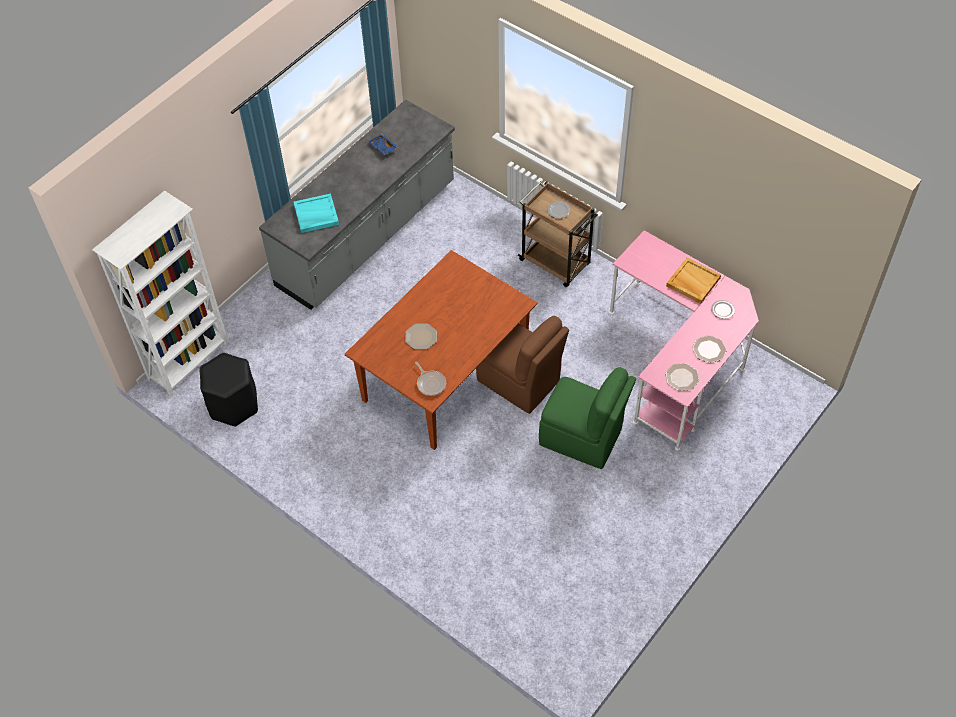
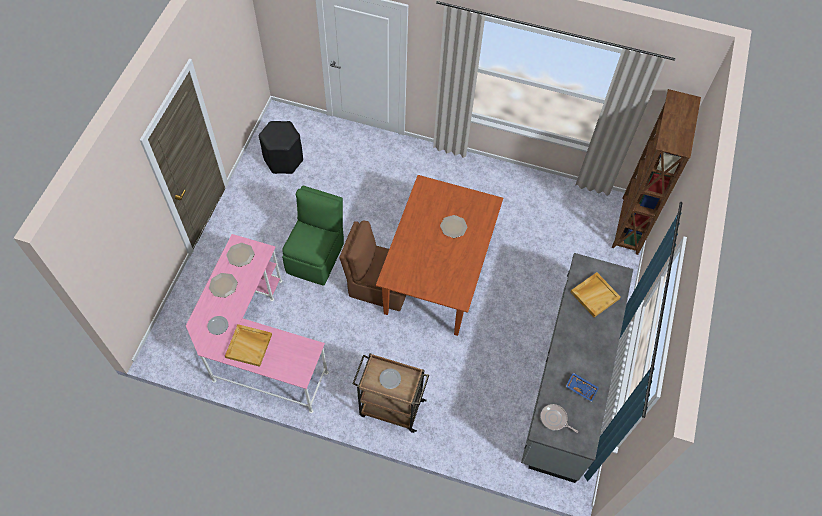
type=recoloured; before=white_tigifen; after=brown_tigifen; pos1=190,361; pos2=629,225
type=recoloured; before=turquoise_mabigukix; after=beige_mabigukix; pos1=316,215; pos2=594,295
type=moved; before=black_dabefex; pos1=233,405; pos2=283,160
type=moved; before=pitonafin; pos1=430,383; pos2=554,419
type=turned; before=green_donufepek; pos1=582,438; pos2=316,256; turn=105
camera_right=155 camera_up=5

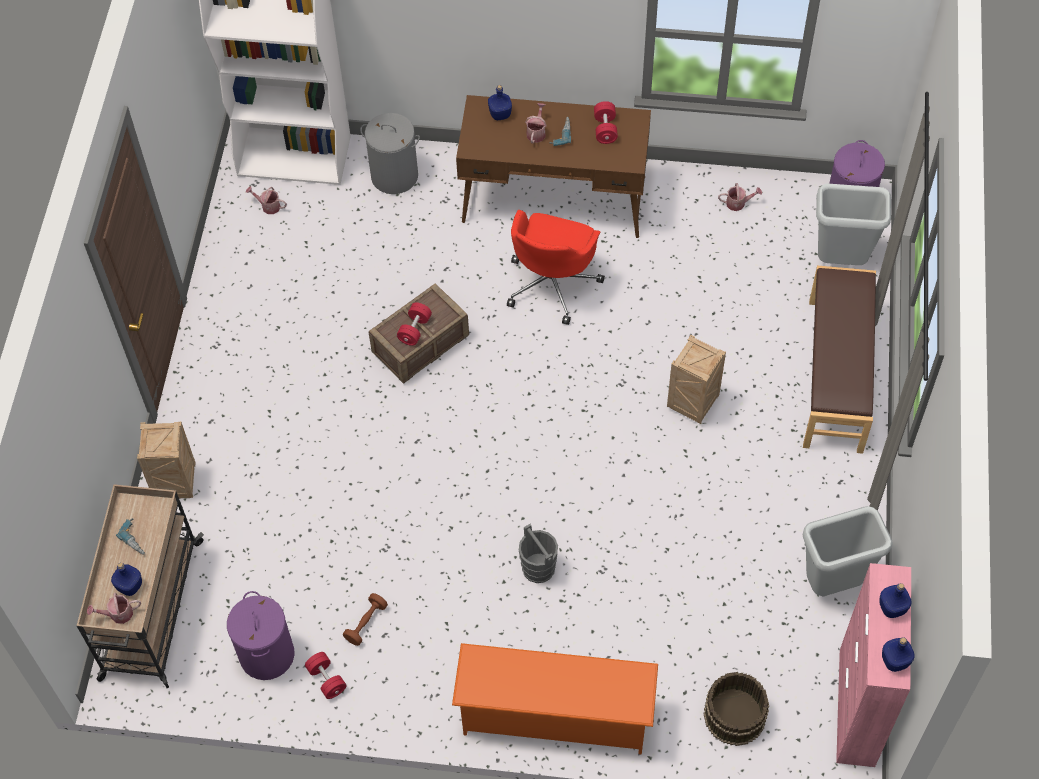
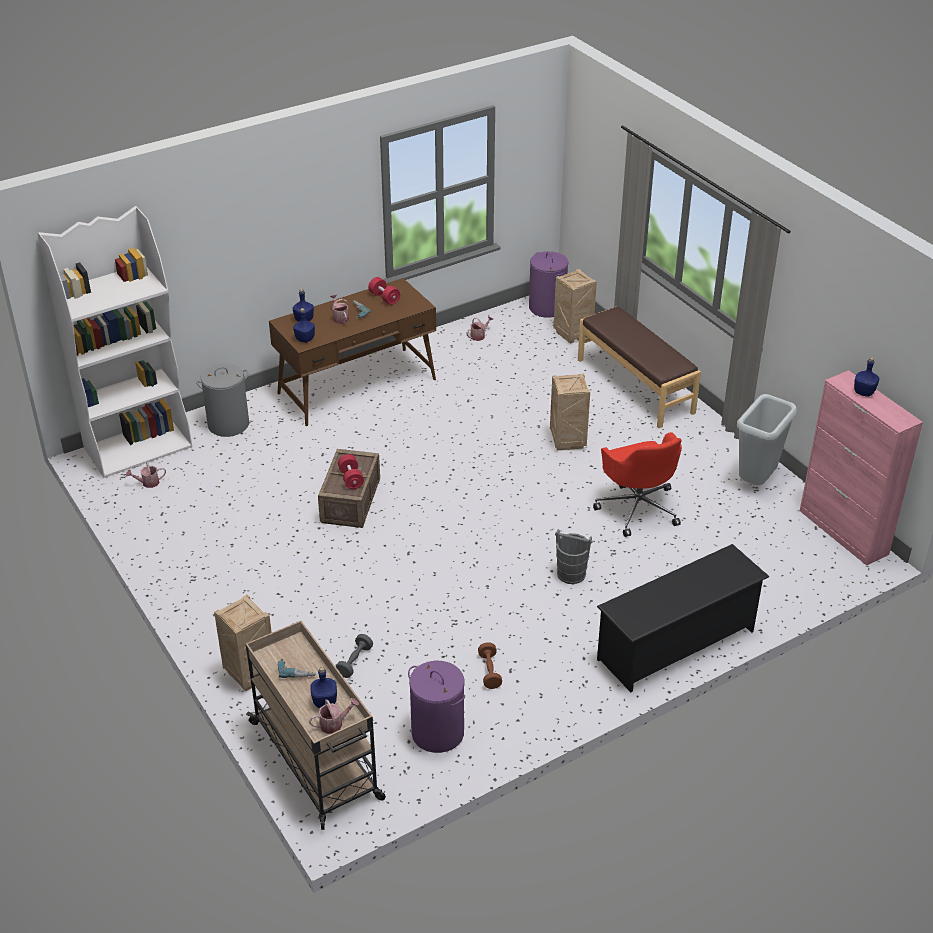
type=replaced; before=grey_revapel; after=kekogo; pos1=841,260; pos2=573,333
type=moved; before=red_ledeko; pos1=552,283; pos2=638,507
type=turned; before=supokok; pos1=118,614; pos2=334,724; turn=-150
type=moved; before=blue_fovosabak; pos1=894,660; pos2=304,339
type=recoloured; before=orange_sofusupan; after=black_sofusupan; pos1=555,716; pos2=676,645
type=removed; before=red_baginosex; pos1=326,679
type=removed; before=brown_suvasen; pos1=733,715
type=added; after=grey_baginosex; pos2=354,662
camera_right=-40 camera_up=-20

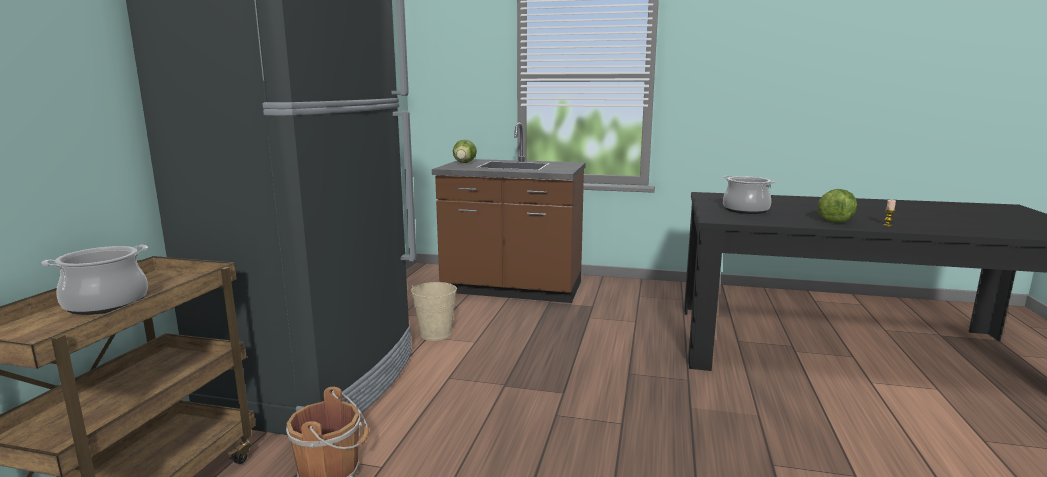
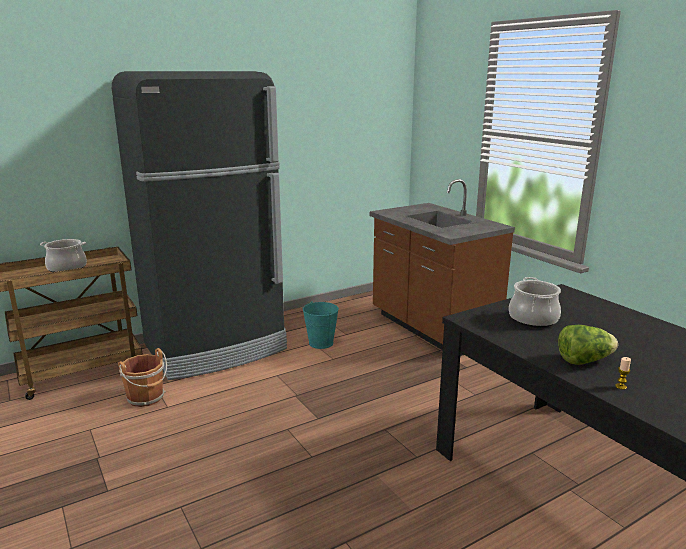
type=removed; before=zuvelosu; pos1=464,163
type=recoloured; before=beige_suvasen; after=turquoise_suvasen; pos1=435,334; pos2=321,343
camera_right=45 camera_up=5

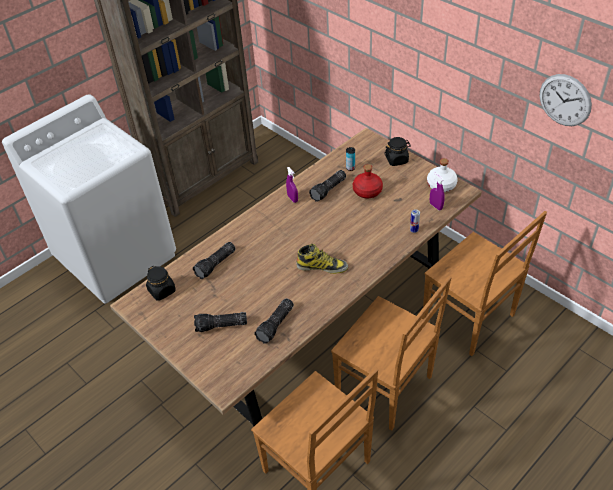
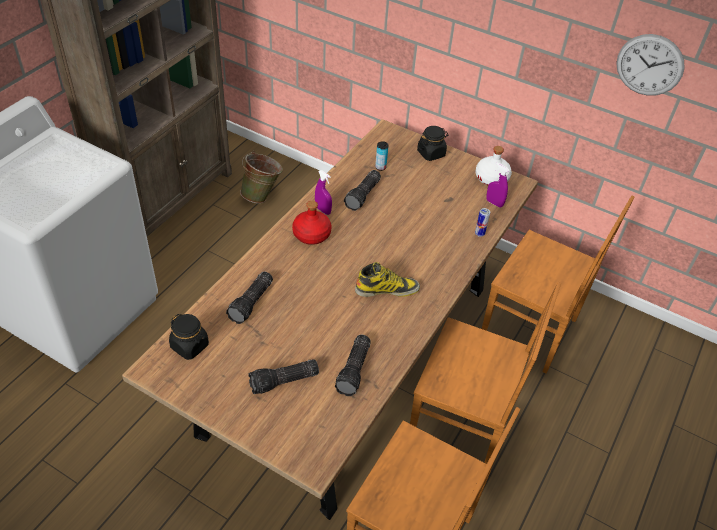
type=moved; before=red_fovosabak; pos1=367,191; pos2=312,235
type=added; after=green_suvasen; pos2=262,196
camera_right=-20 camera_up=0

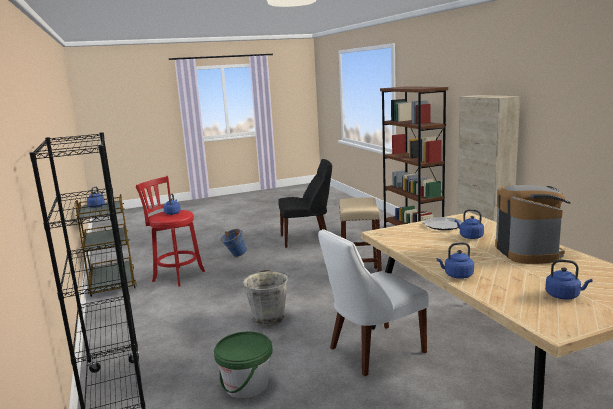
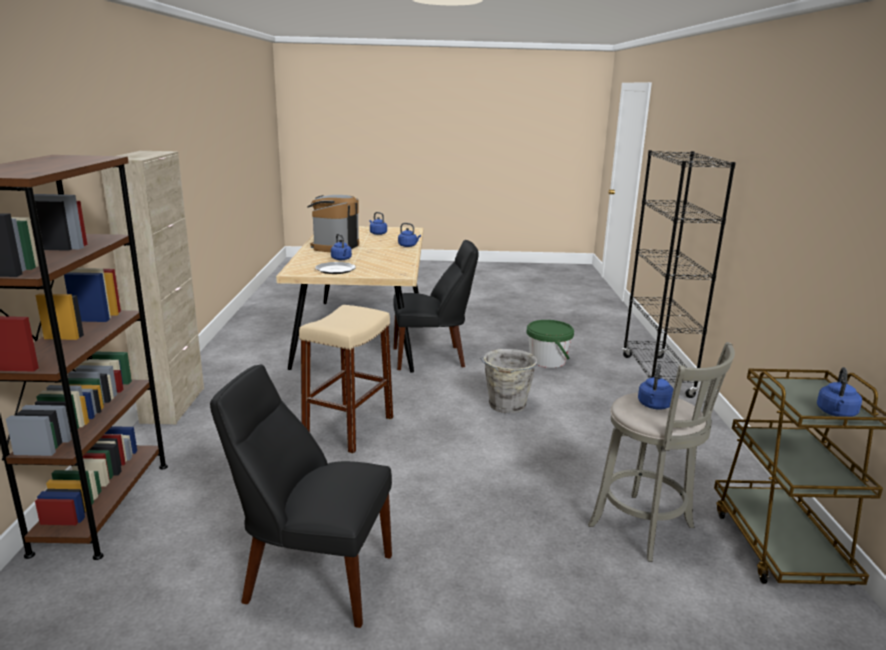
type=recoloured; before=red_dabefex; after=grey_dabefex; pos1=176,276; pos2=646,529
type=removed; before=blue_suvasen; pos1=234,256
type=recoloured; before=white_donufepek; after=black_donufepek; pos1=373,351; pos2=432,358
camera_right=-160 camera_up=5

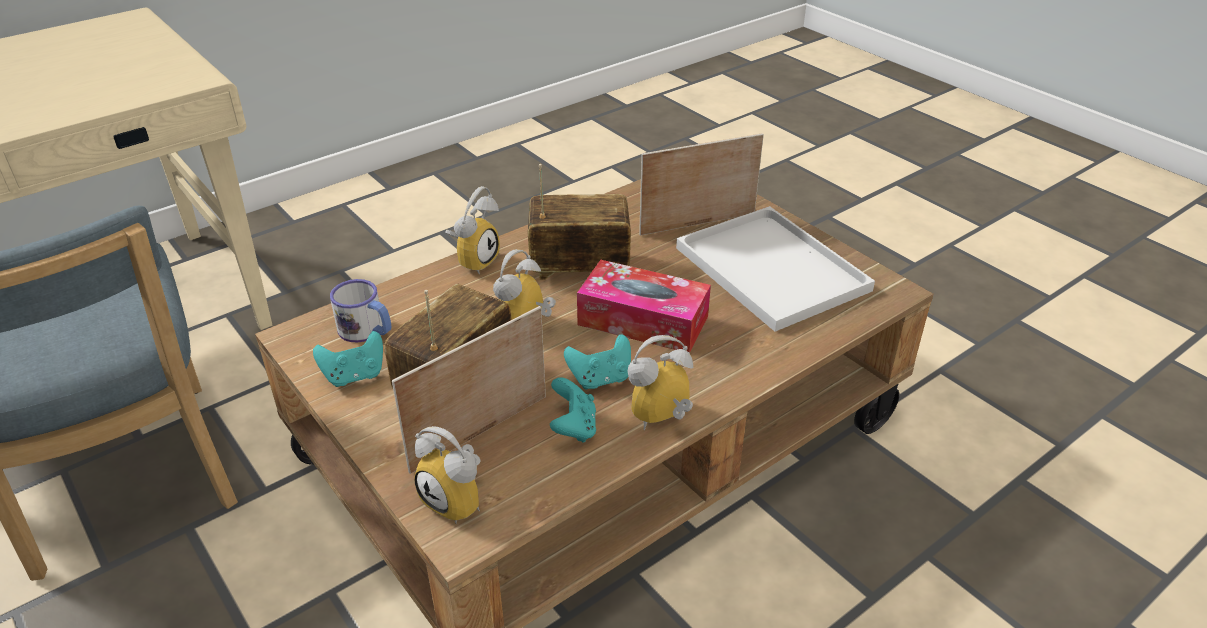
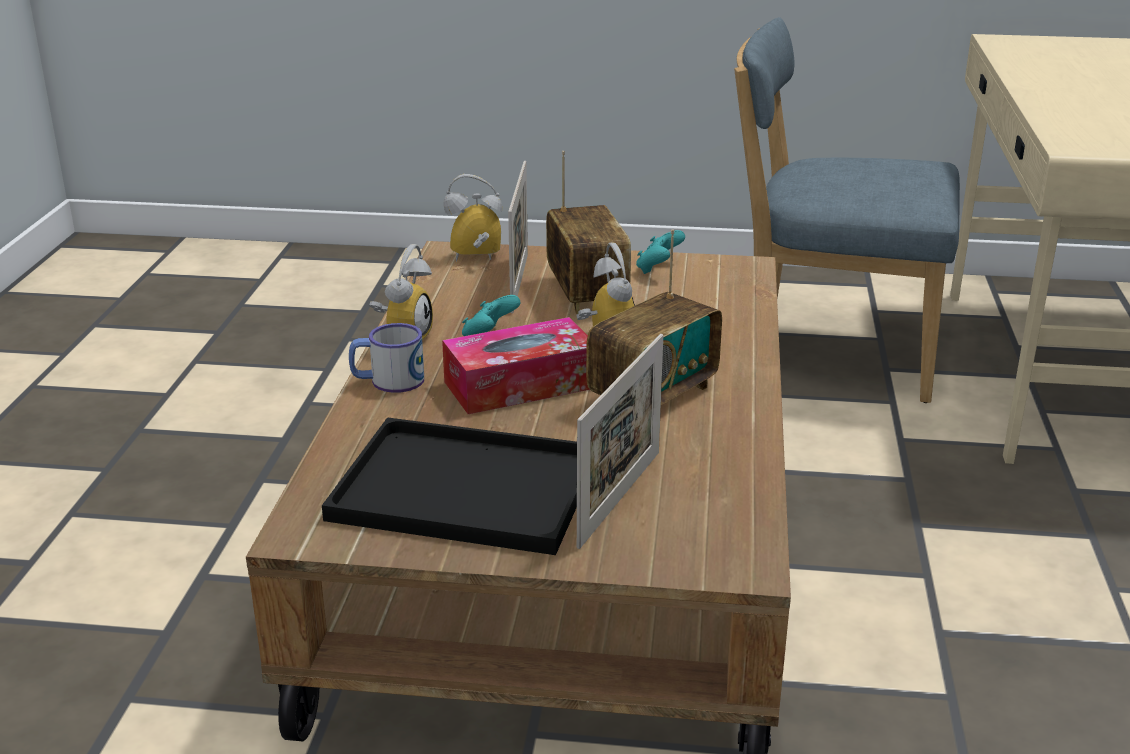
type=removed; before=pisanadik; pos1=474,260
type=recoloured; before=white_mabigukix; after=black_mabigukix; pos1=767,267; pos2=471,488
type=moved; before=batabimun; pos1=367,331; pos2=387,381
type=removed; before=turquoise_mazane; pos1=573,427
camera_right=135 camera_up=-10

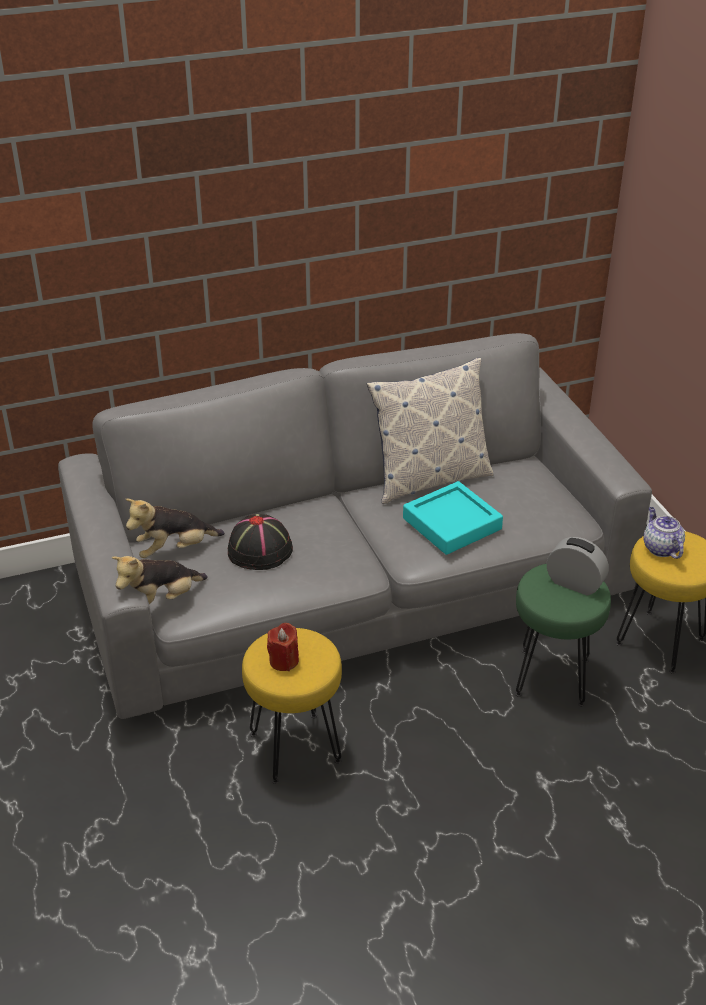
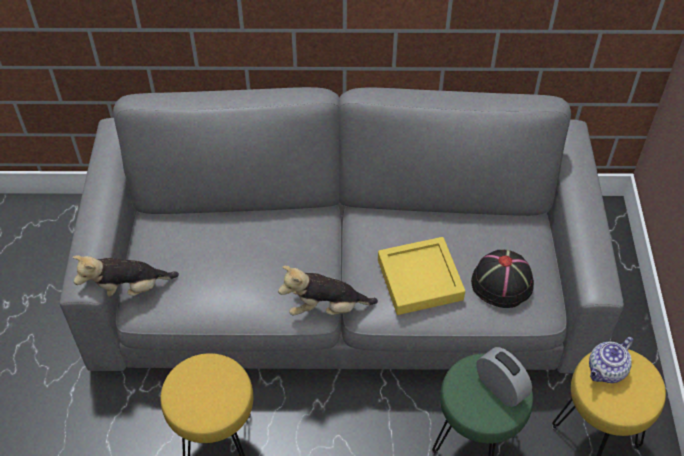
type=removed; before=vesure; pos1=429,479
type=recoloured; before=turquoise_mabigukix; after=yellow_mabigukix; pos1=452,524; pos2=420,280
type=moved; before=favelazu; pos1=174,549; pos2=326,308
type=turned; before=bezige; pos1=660,548; pos2=606,371; turn=-135
type=moved; before=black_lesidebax; pos1=260,550; pos2=502,282
type=removed; before=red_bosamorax; pos1=284,661
camera_right=20 camera_up=15

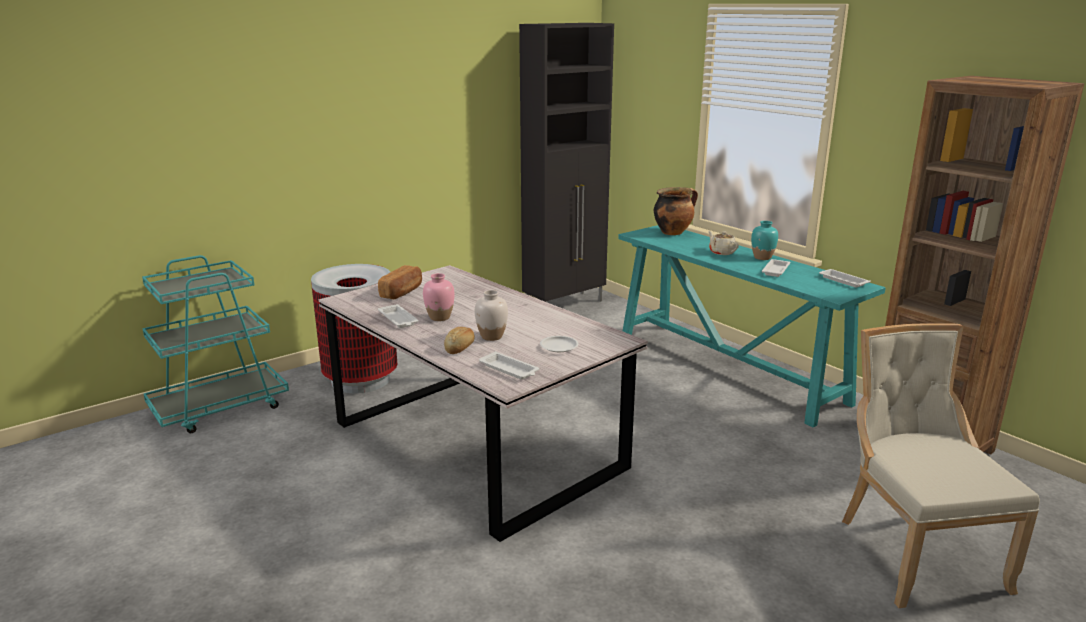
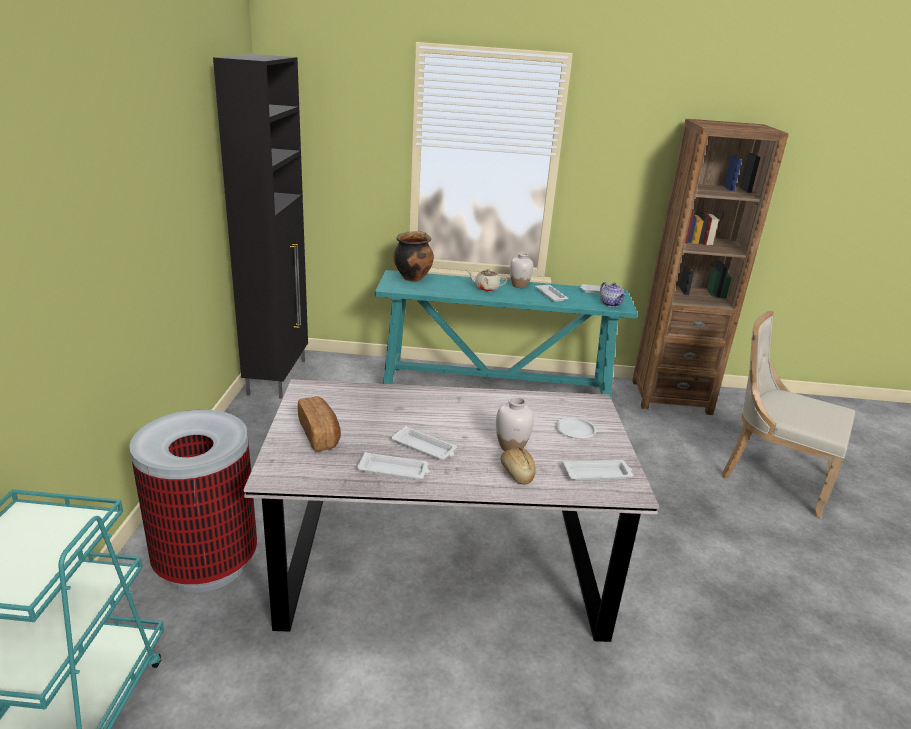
type=recoloured; before=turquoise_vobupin; after=white_vobupin; pos1=762,257; pos2=519,285
type=replaced; before=pink_vobupin; after=white_mabigukix; pos1=440,317; pos2=424,448
type=added; after=bezige; pos2=610,304
camera_right=-50 camera_up=5

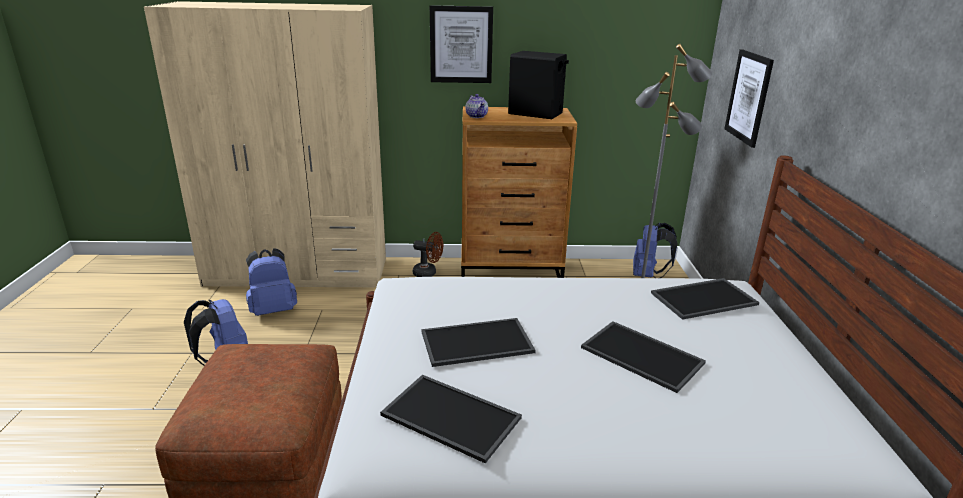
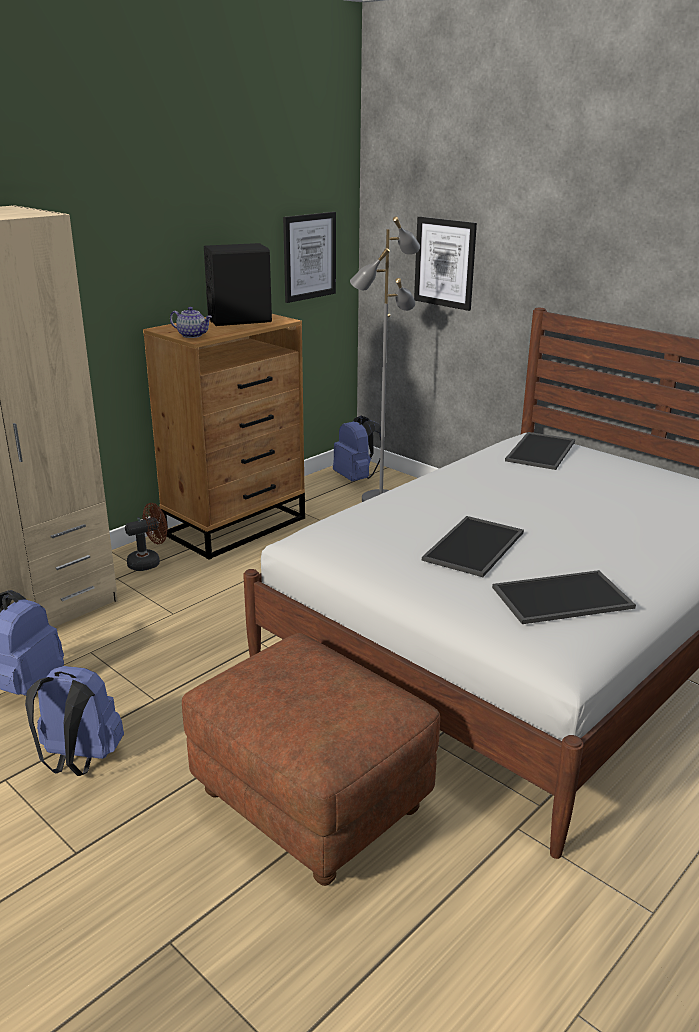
type=moved; before=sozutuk; pos1=461,45; pos2=309,256
type=removed; before=mabigukix; pos1=643,355
camera_right=-45 camera_up=0

